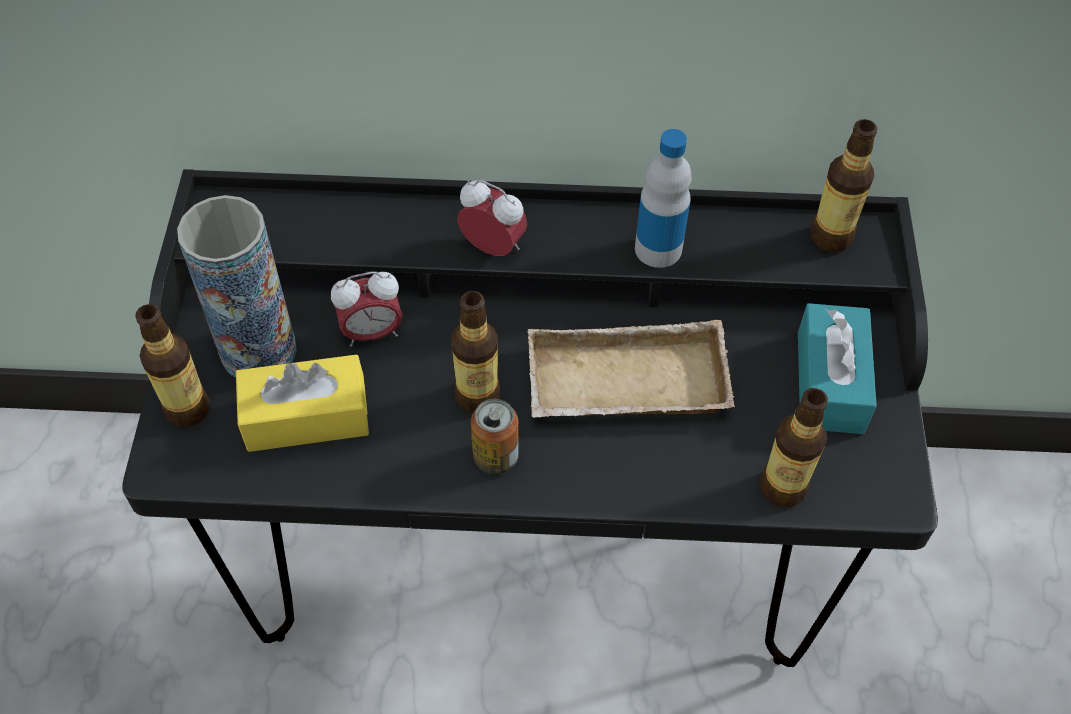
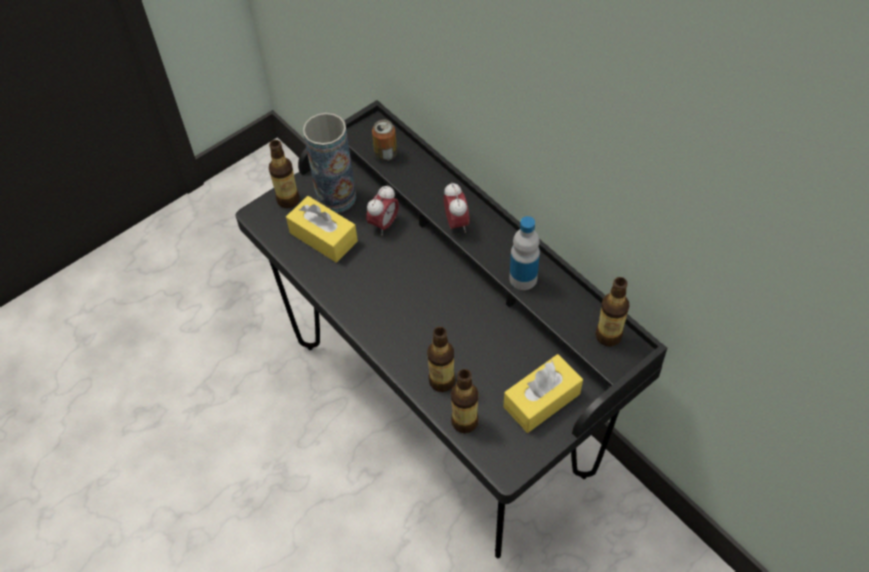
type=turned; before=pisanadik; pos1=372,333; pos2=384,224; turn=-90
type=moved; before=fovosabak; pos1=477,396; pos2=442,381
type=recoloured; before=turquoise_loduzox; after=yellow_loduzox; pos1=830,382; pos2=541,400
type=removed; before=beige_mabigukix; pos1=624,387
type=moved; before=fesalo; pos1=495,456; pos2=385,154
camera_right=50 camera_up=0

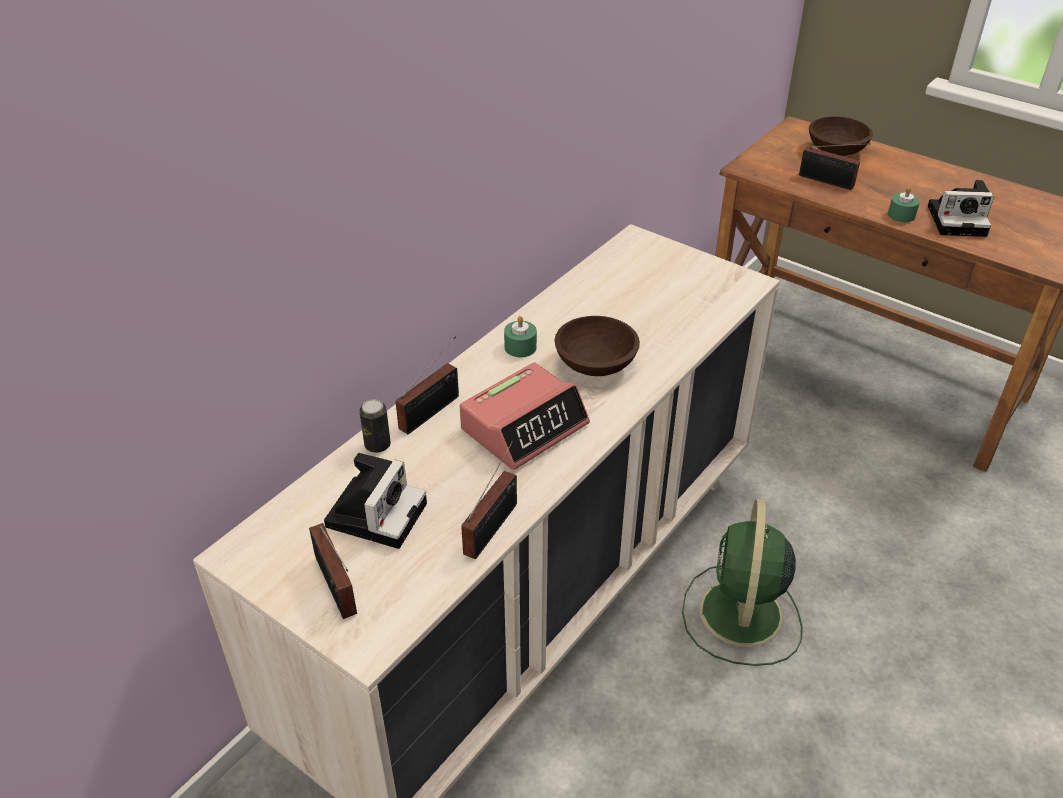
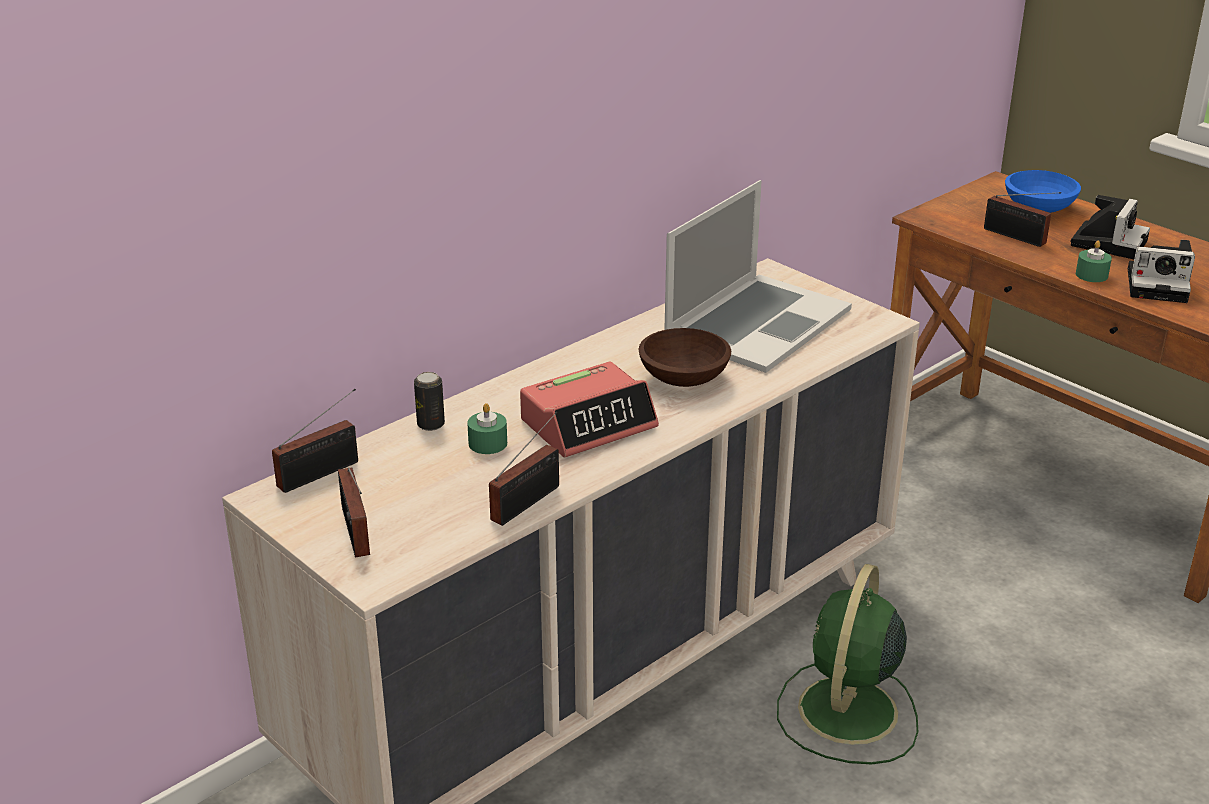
type=recoloured; before=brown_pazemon; after=blue_pazemon; pos1=837,150; pos2=1040,208
type=moved; before=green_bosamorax; pos1=520,347; pos2=488,443
type=moved; before=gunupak; pos1=433,411; pos2=323,473
type=moved; before=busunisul; pos1=377,512; pos2=1108,242
type=added; after=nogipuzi; pos2=757,322
camera_right=10 camera_up=-10

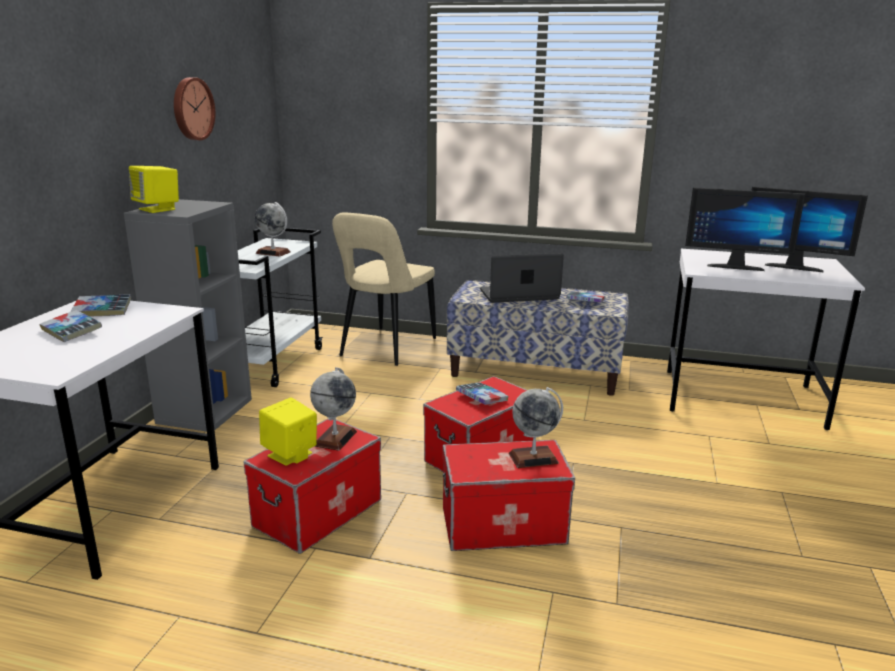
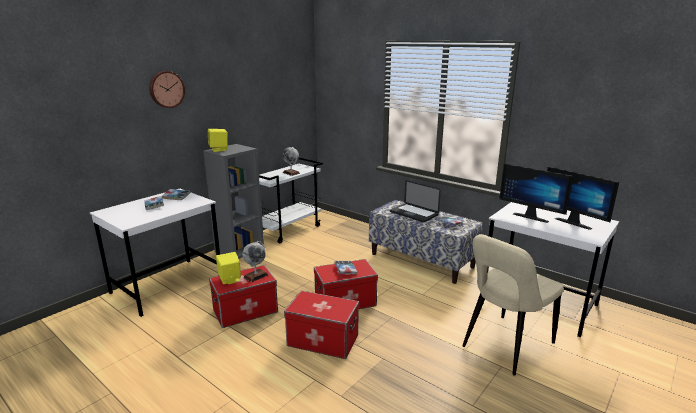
type=moved; before=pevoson; pos1=192,109; pos2=166,89
type=moved; before=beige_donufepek; pos1=385,348; pos2=505,346
type=turned; before=nogipuzi; pos1=519,295; pos2=413,213; turn=-150
type=removed; before=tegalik; pos1=533,458
camera_right=25 camera_up=0

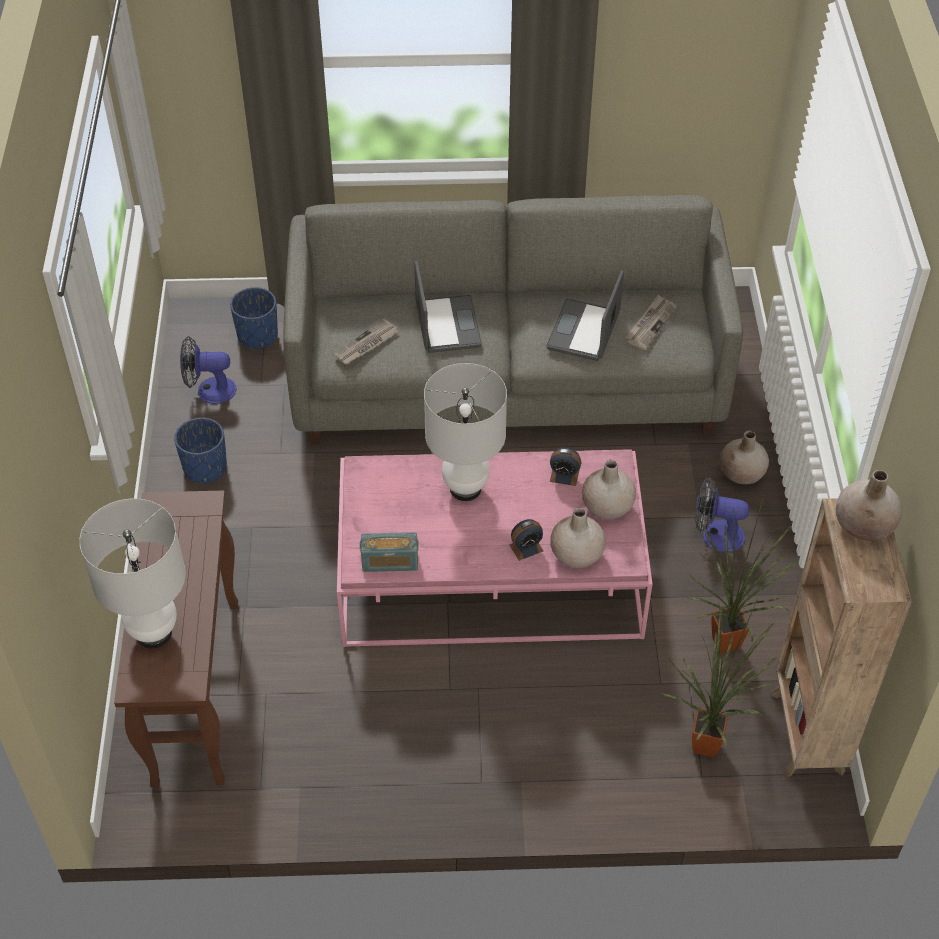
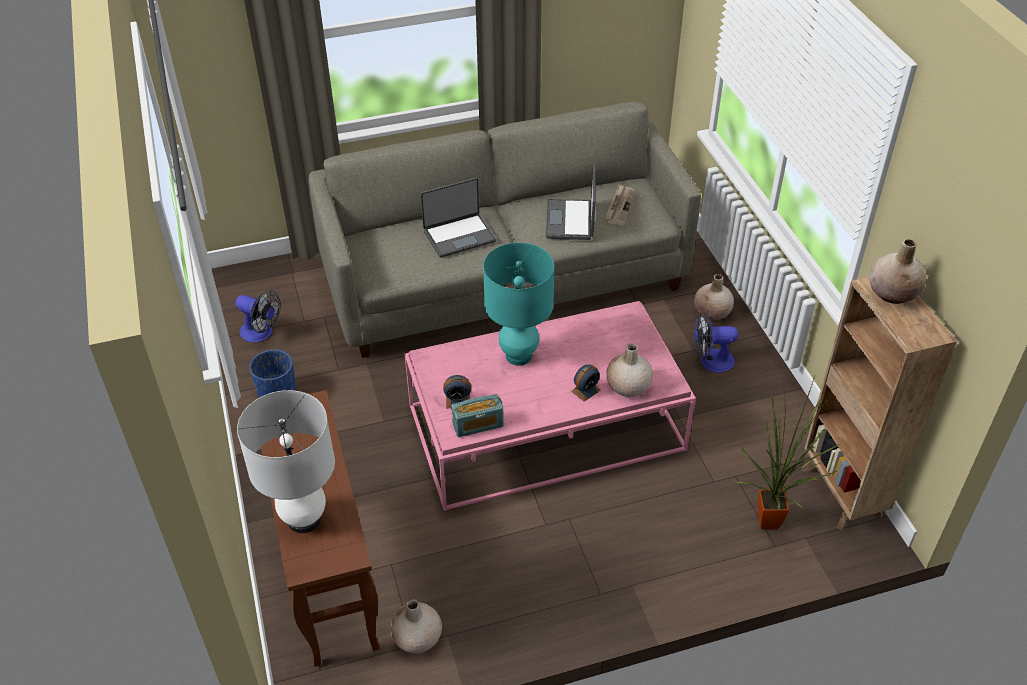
type=turned; before=nogipuzi; pos1=446,325; pos2=459,235; turn=90
type=removed; before=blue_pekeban; pos1=257,336
type=removed; before=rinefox; pos1=366,345
type=turned; before=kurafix; pos1=209,390; pos2=261,333; turn=-135
type=recoloured; before=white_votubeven; after=turquoise_votubeven; pos1=465,489; pos2=518,356
type=moved; before=pisanadik; pos1=564,475; pos2=458,400
type=moved; before=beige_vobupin; pos1=607,507; pos2=417,638
type=removed; before=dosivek; pos1=726,648
camera_right=-15 camera_up=-5

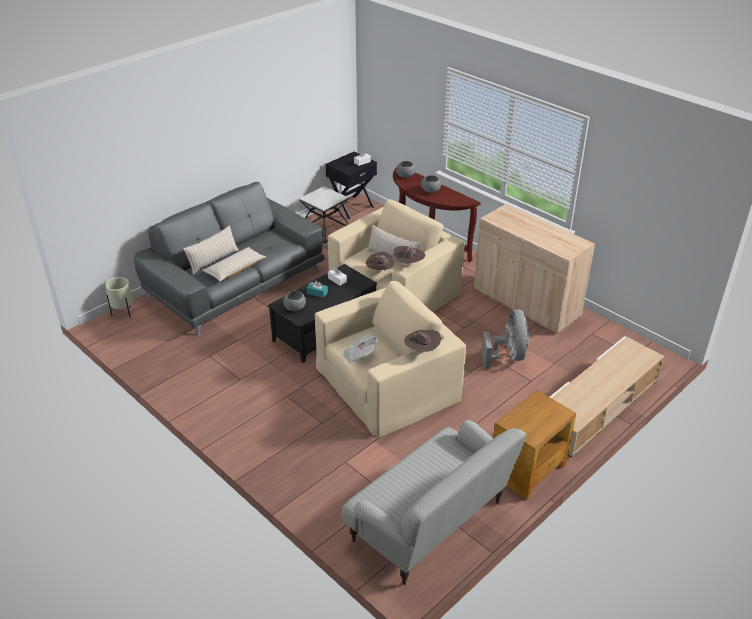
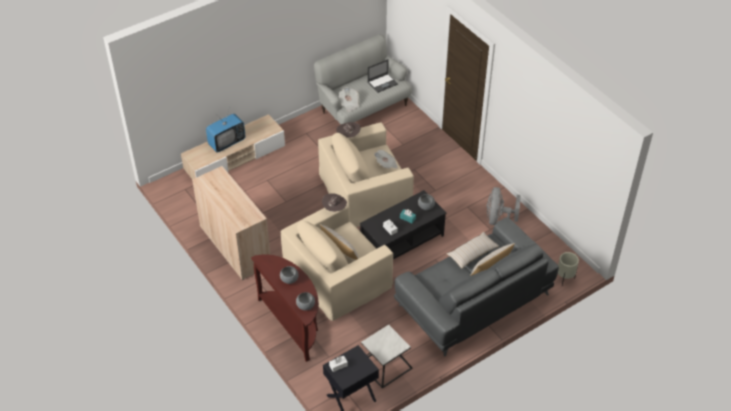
type=removed; before=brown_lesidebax; pos1=379,272
type=moved; before=grey_kurafix; pos1=508,356; pos2=498,218
type=removed; before=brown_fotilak; pos1=526,469
type=added; after=nogipuzi; pos2=382,83
type=added; after=rinefox; pos2=349,104
type=added; after=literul; pos2=227,142
camera_right=-170 camera_up=10

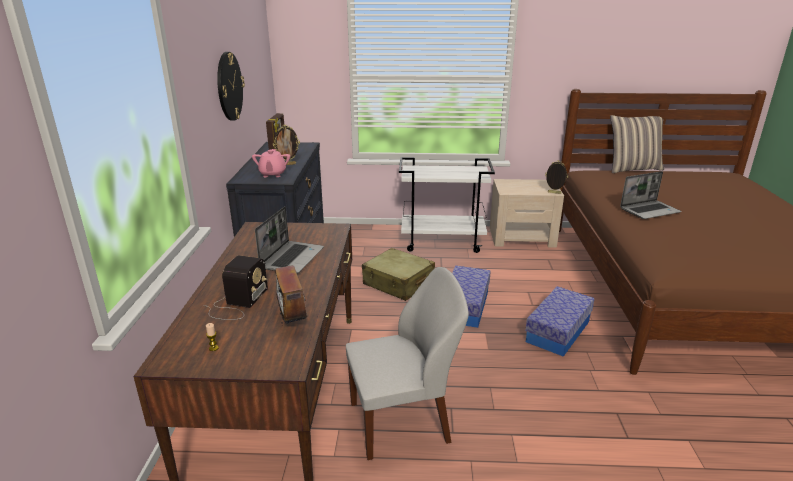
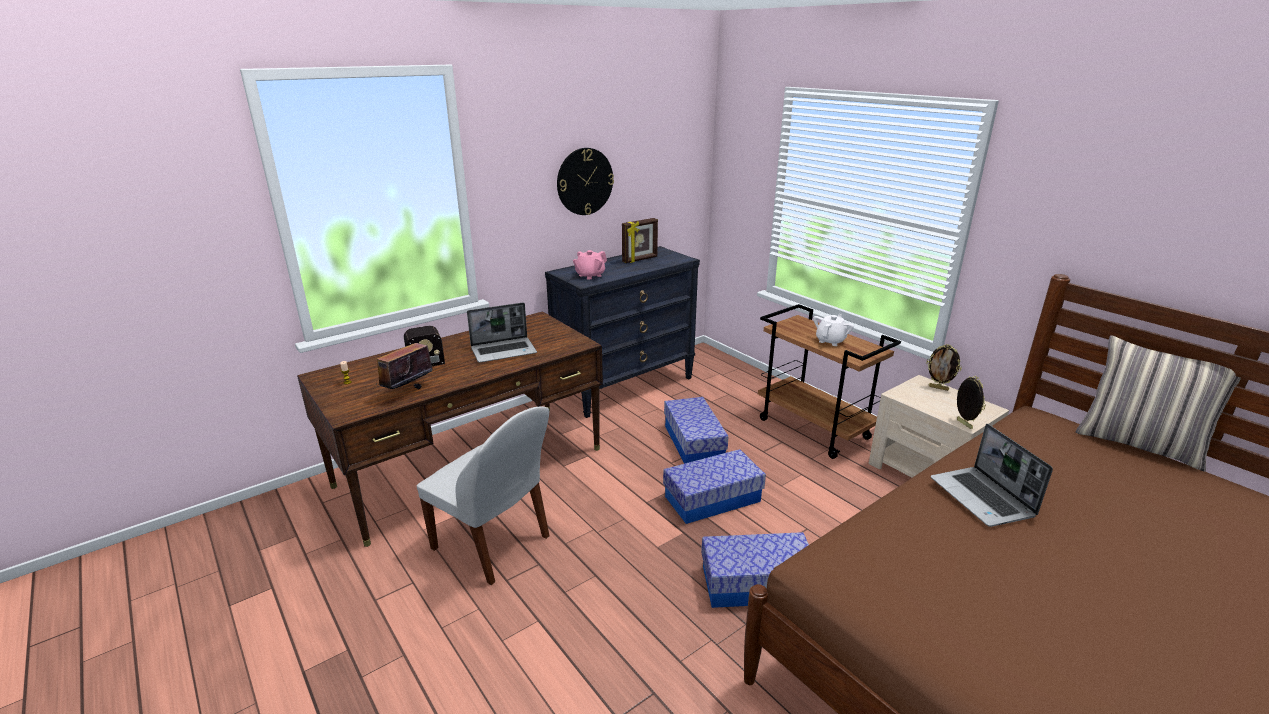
type=moved; before=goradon; pos1=288,164; pos2=938,388
type=recoloured; before=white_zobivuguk; after=brown_zobivuguk; pos1=443,242; pos2=815,429
type=turned; before=nogipuzi; pos1=649,210; pos2=983,498; turn=45
type=replaced; before=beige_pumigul; after=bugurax; pos1=398,283; pos2=694,443
type=added; after=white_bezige; pos2=830,341
camera_right=50 camera_up=0

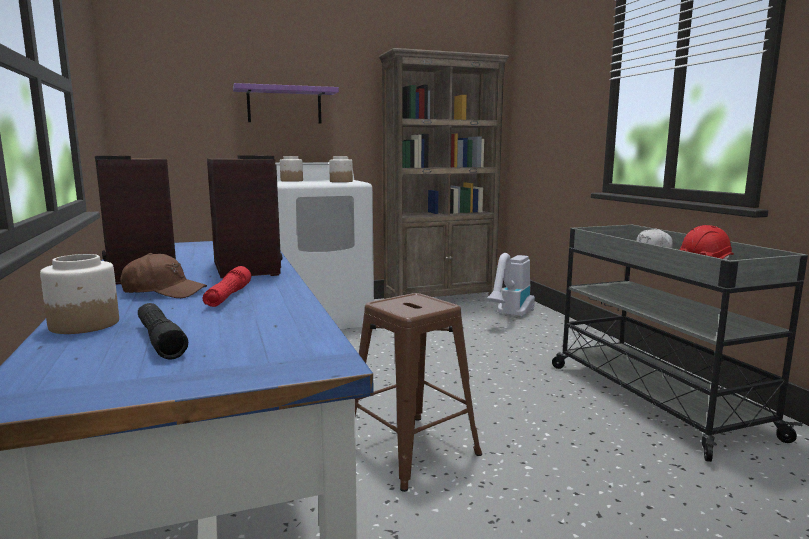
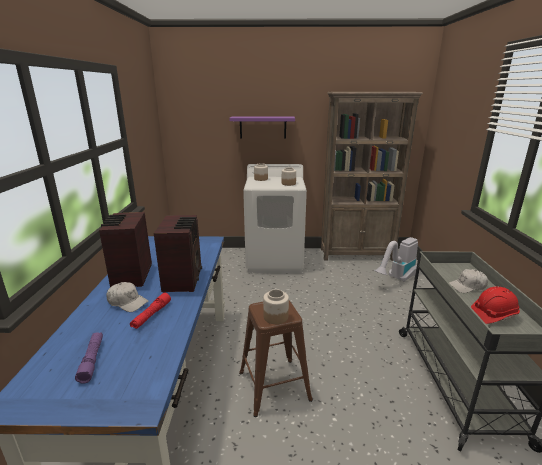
type=recoloured; before=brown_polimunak; after=white_polimunak; pos1=164,292; pos2=127,302
type=moved; before=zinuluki; pos1=83,324; pos2=275,317
type=recoloured; before=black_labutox; after=purple_labutox; pos1=160,340; pos2=92,360
camera_right=20 camera_up=10

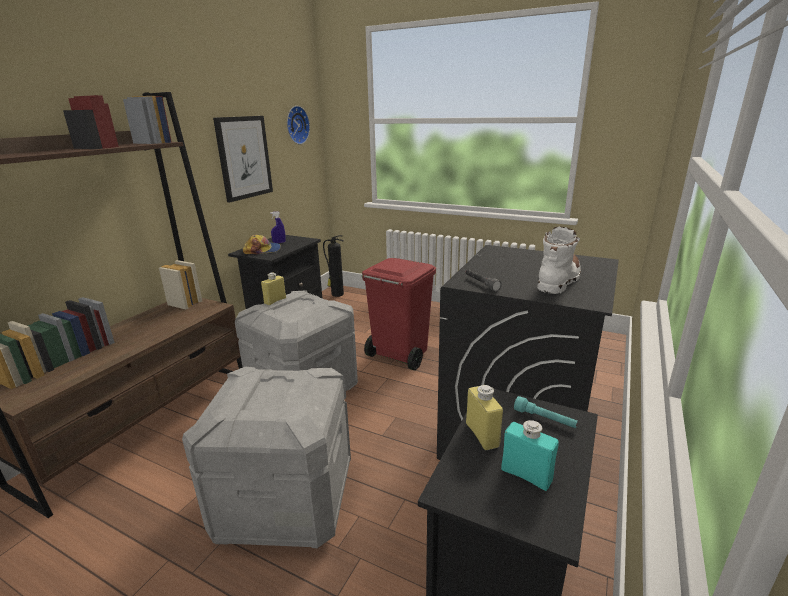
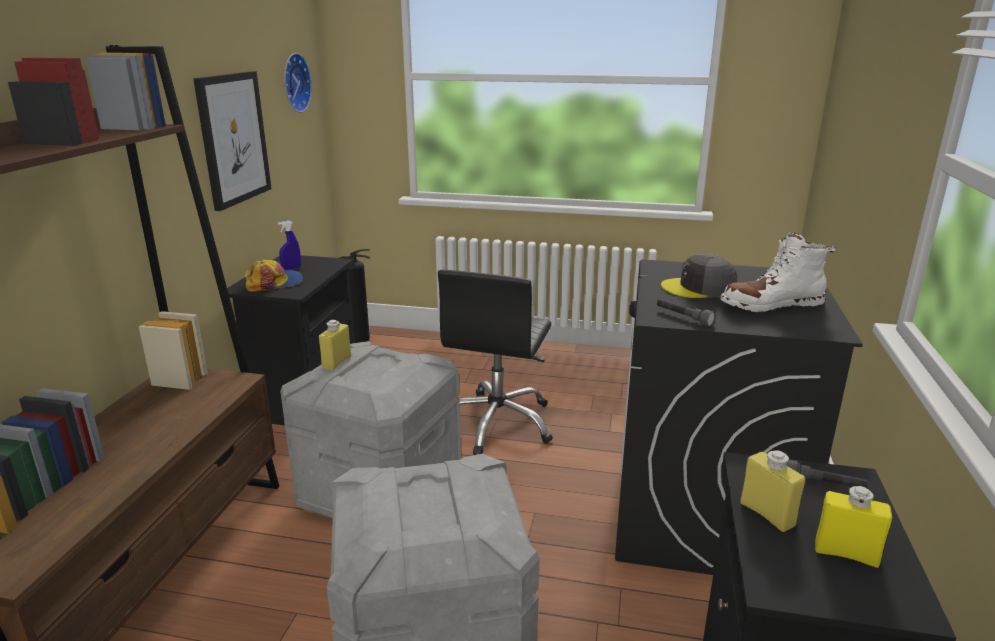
type=turned; before=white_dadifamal; pos1=558,280; pos2=771,305; turn=-120
type=replaced; before=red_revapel; after=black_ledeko; pos1=399,355; pos2=497,423
type=recoloured; before=turquoise_labutox; after=grey_labutox; pos1=544,419; pos2=823,484
type=recoloured; before=turquoise_fovosabak; after=yellow_fovosabak; pos1=526,475; pos2=846,553
type=added; after=grey_polimunak; pos2=699,288
camera_right=-15 camera_up=0

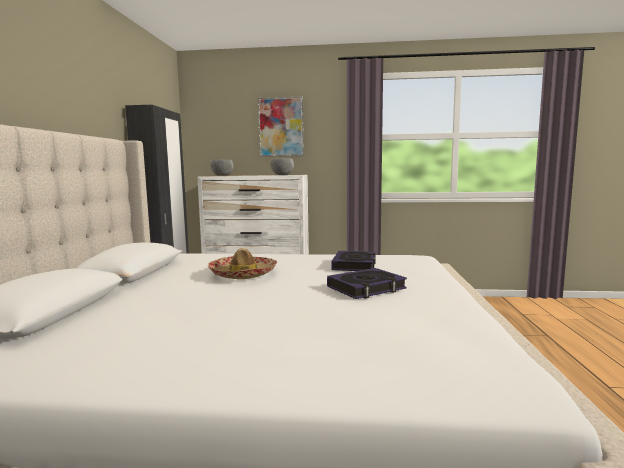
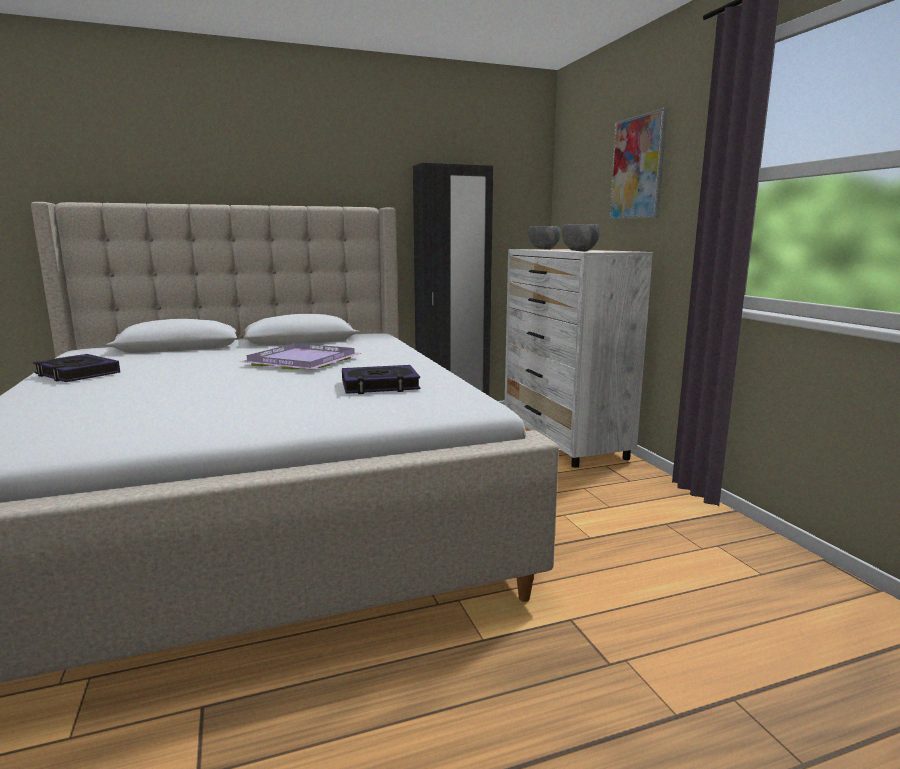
type=replaced; before=lesidebax; after=purple_mabigukix; pos1=243,274; pos2=305,361
type=moved; before=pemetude; pos1=366,288; pos2=77,374
camera_right=65 camera_up=5

